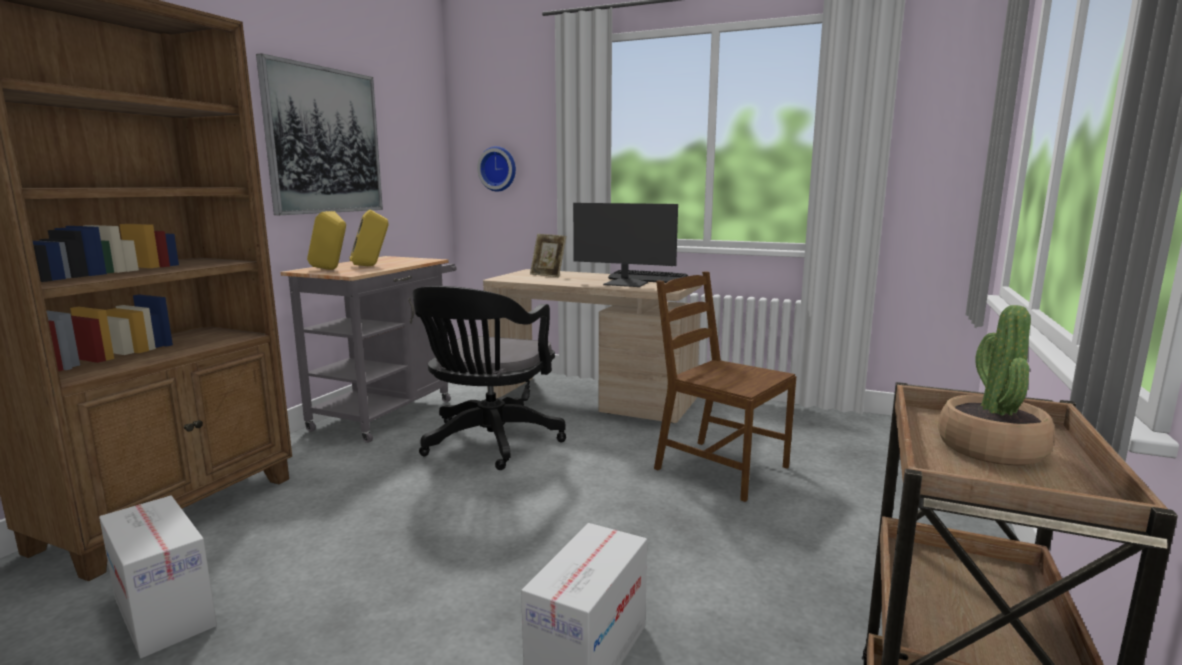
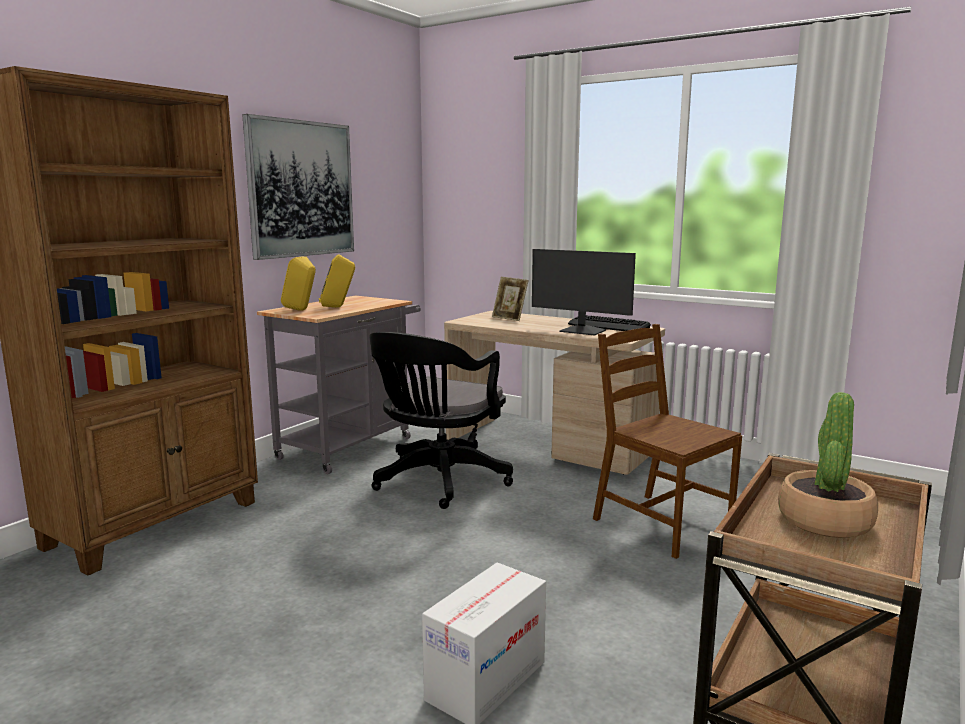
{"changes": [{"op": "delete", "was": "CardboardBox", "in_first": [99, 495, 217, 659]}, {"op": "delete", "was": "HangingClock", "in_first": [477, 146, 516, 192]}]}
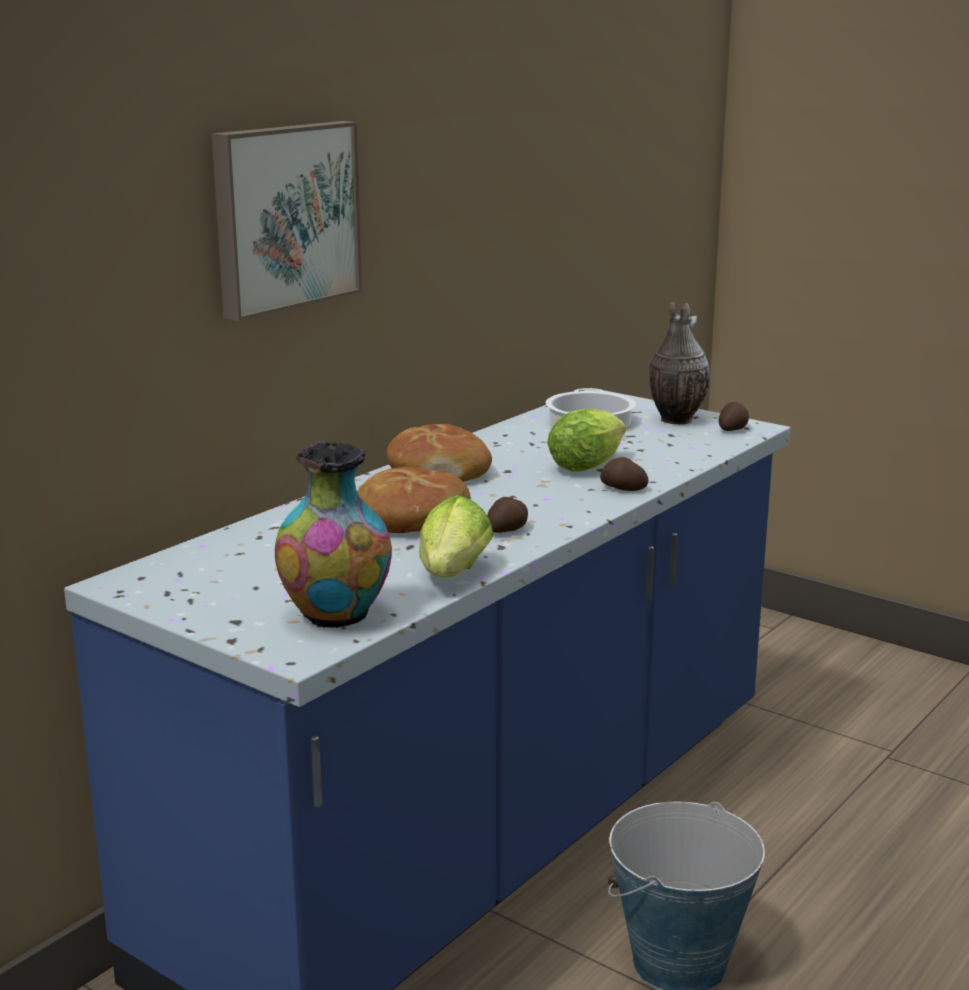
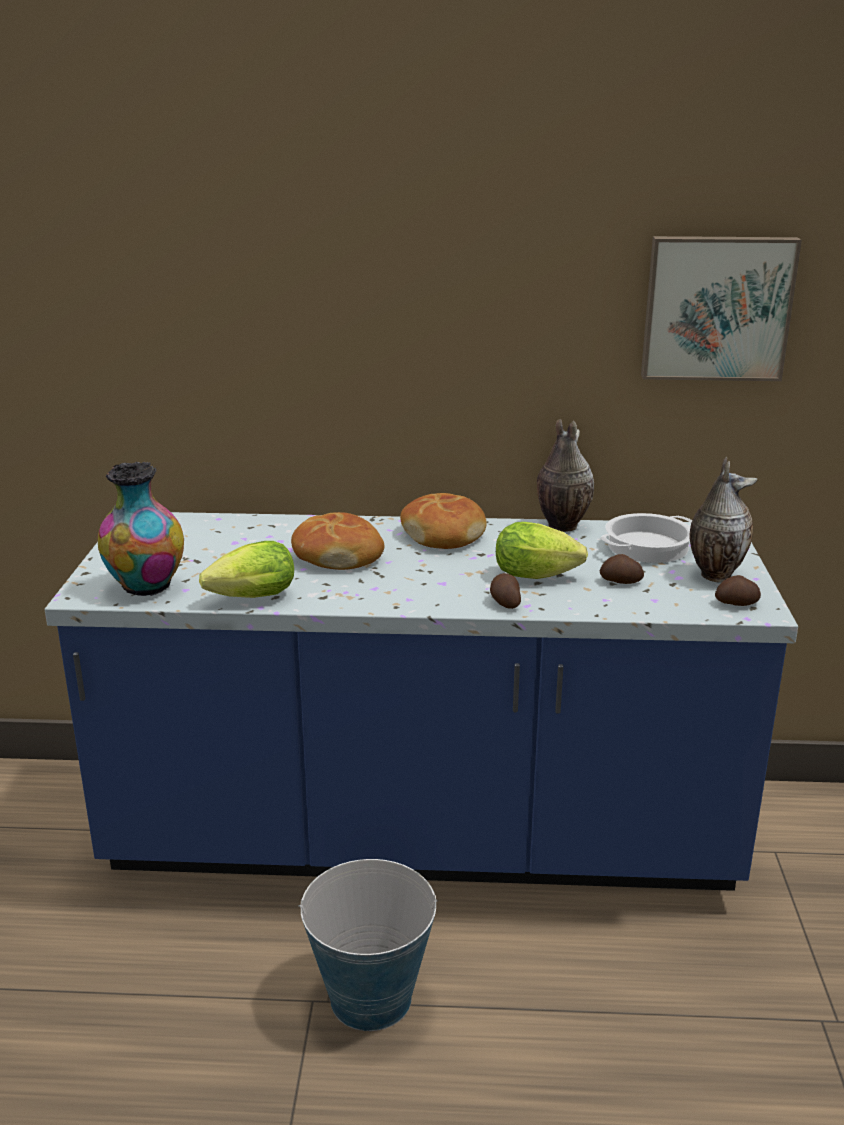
{"changes": [{"op": "insert", "now": "DecorativeVase", "in_second": [537, 419, 594, 532]}, {"op": "move", "was": "WallPicture", "in_first": [212, 121, 362, 321], "in_second": [641, 236, 802, 381]}, {"op": "move", "was": "WholePotato", "in_first": [487, 497, 528, 533], "in_second": [600, 554, 644, 584]}]}
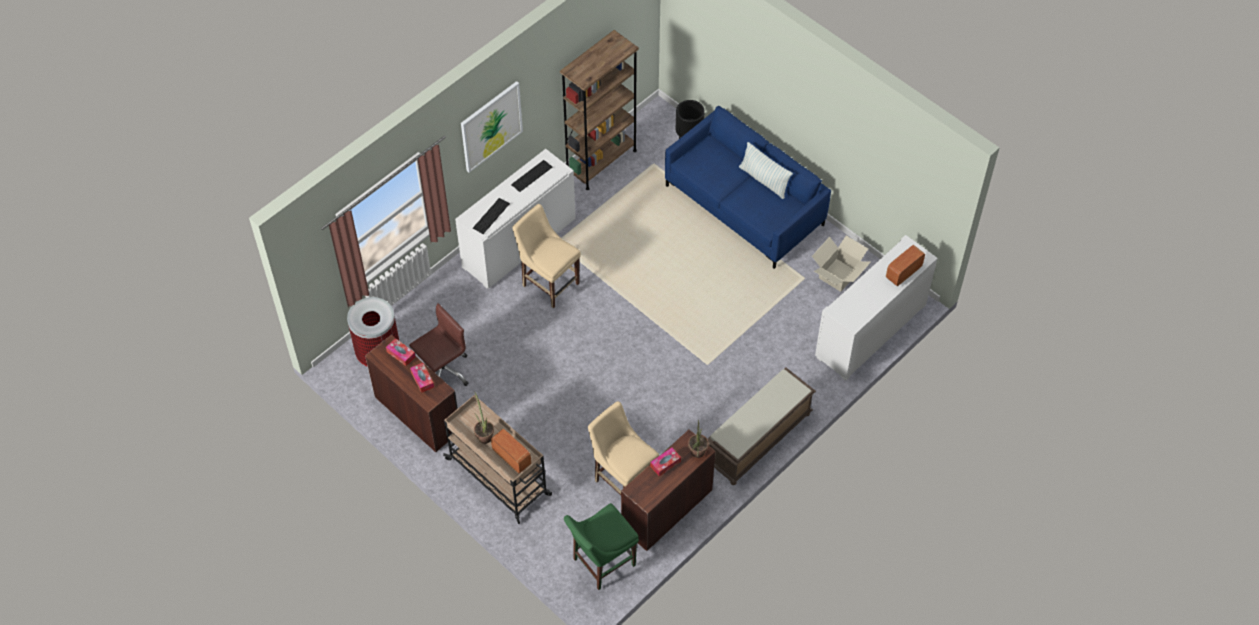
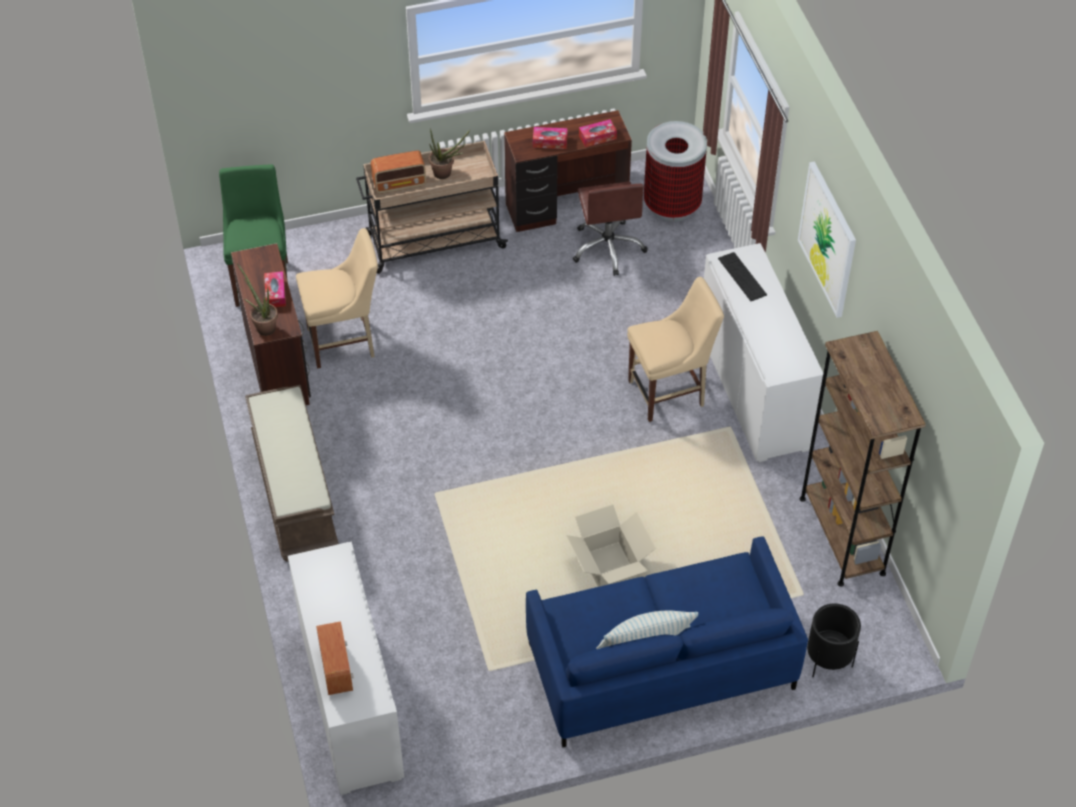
{"changes": [{"op": "delete", "was": "PcKeyboard", "in_first": [511, 160, 552, 192]}, {"op": "move", "was": "CardboardBox", "in_first": [812, 235, 871, 292], "in_second": [566, 504, 656, 587]}]}
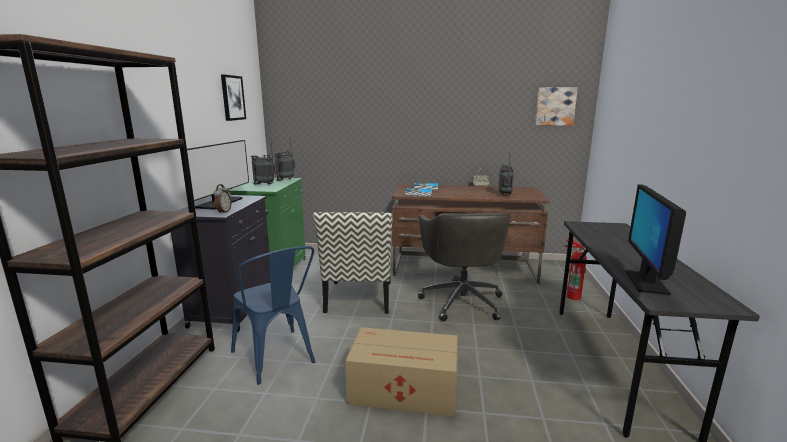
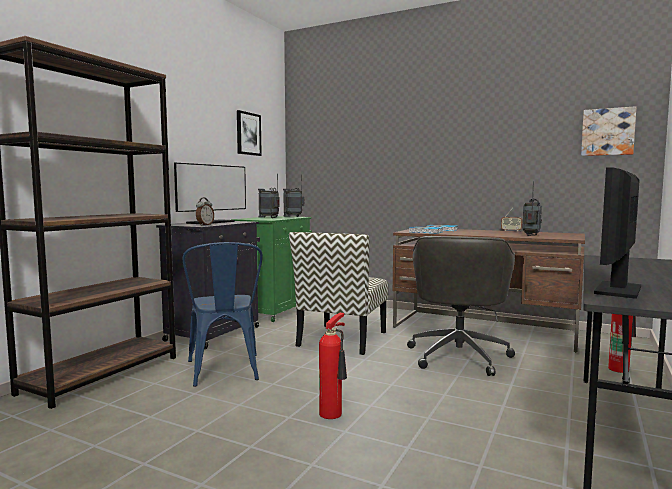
{"changes": [{"op": "replace", "was": "CardboardBox", "now": "FireExtinguisher", "in_first": [345, 327, 458, 417], "in_second": [319, 313, 347, 419]}]}
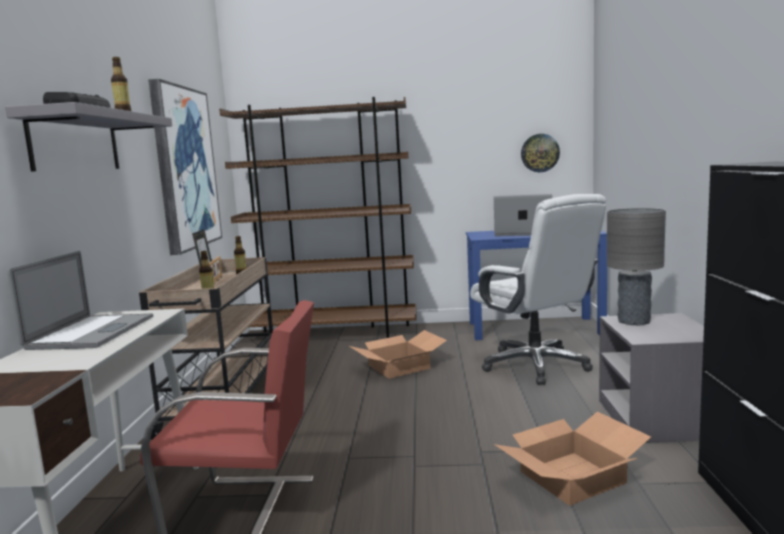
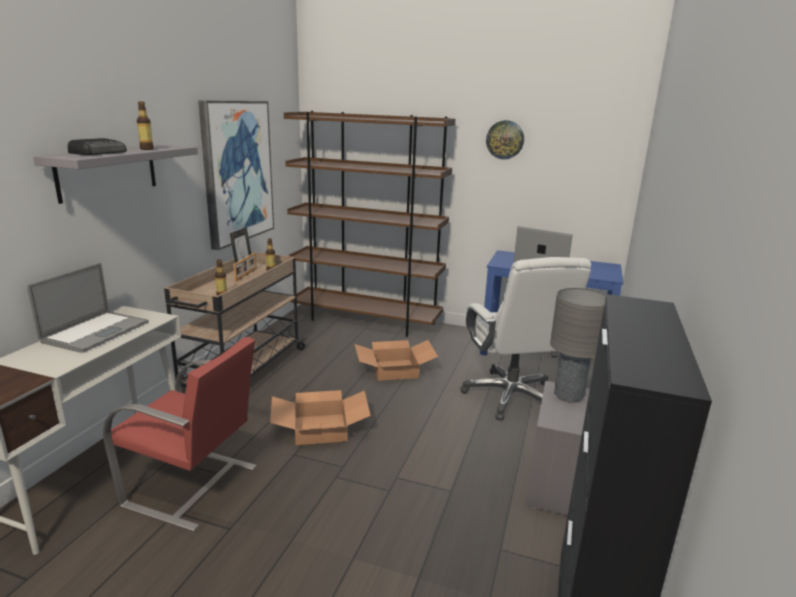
{"changes": [{"op": "move", "was": "CardboardBox", "in_first": [494, 411, 651, 506], "in_second": [270, 390, 371, 445]}, {"op": "move", "was": "HangingClock", "in_first": [521, 134, 560, 172], "in_second": [486, 120, 524, 159]}]}
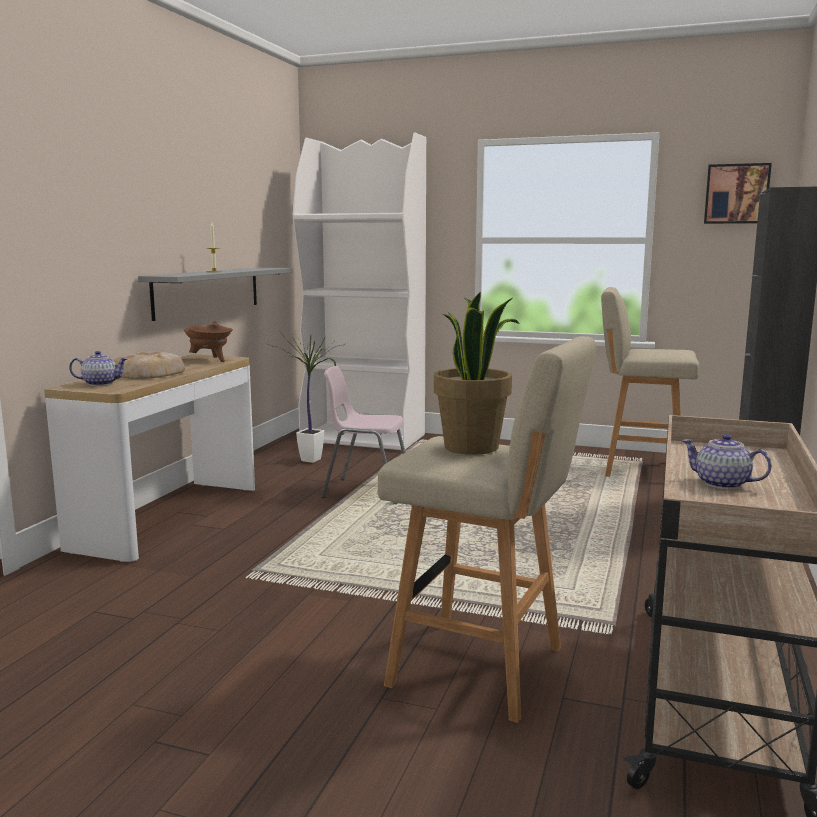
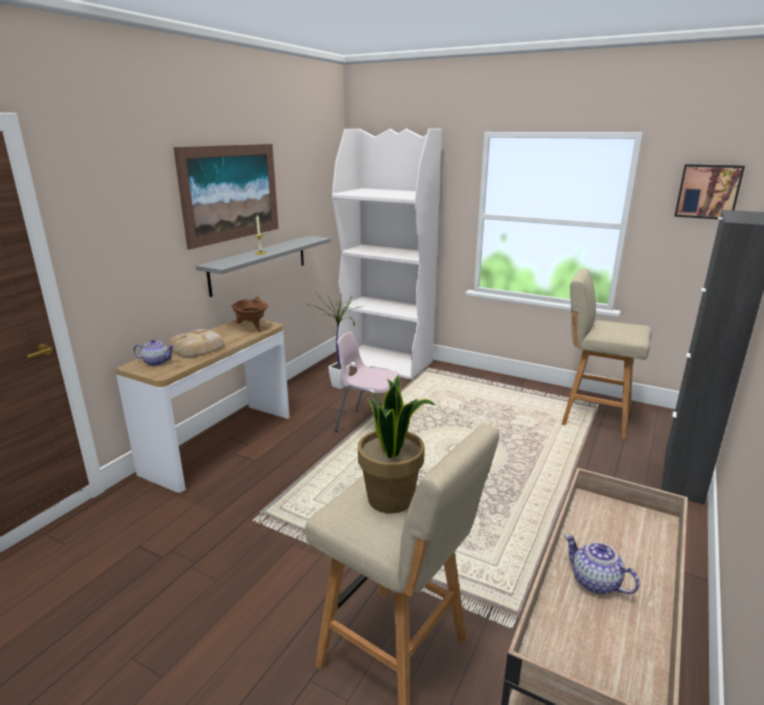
{"changes": [{"op": "insert", "now": "WallPicture", "in_second": [173, 144, 278, 250]}]}
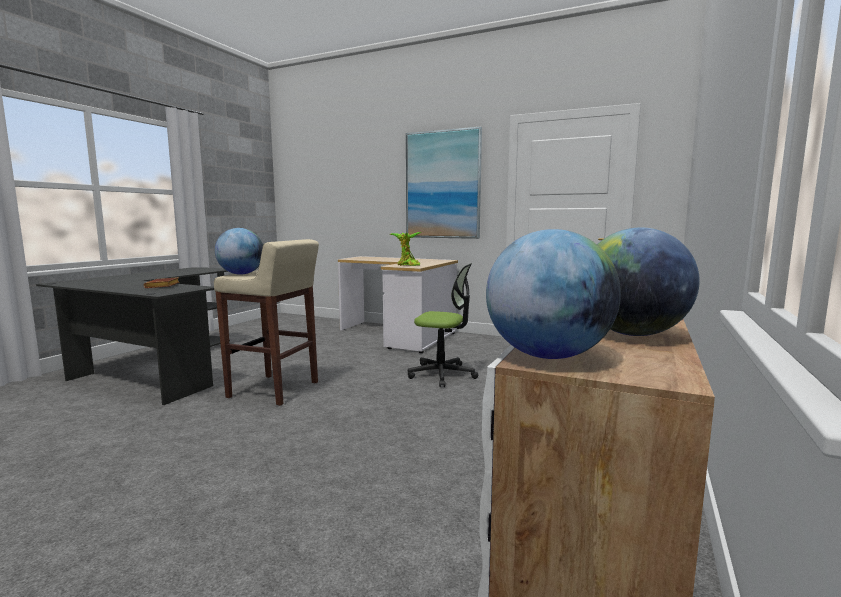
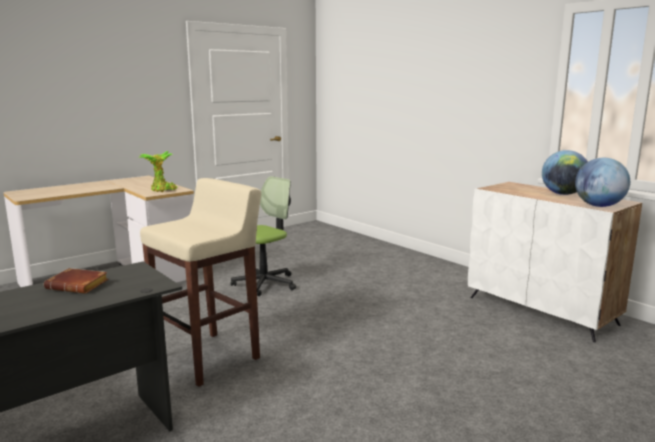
{"changes": [{"op": "delete", "was": "Globe", "in_first": [215, 228, 263, 275]}, {"op": "delete", "was": "WallPicture", "in_first": [406, 127, 482, 239]}]}
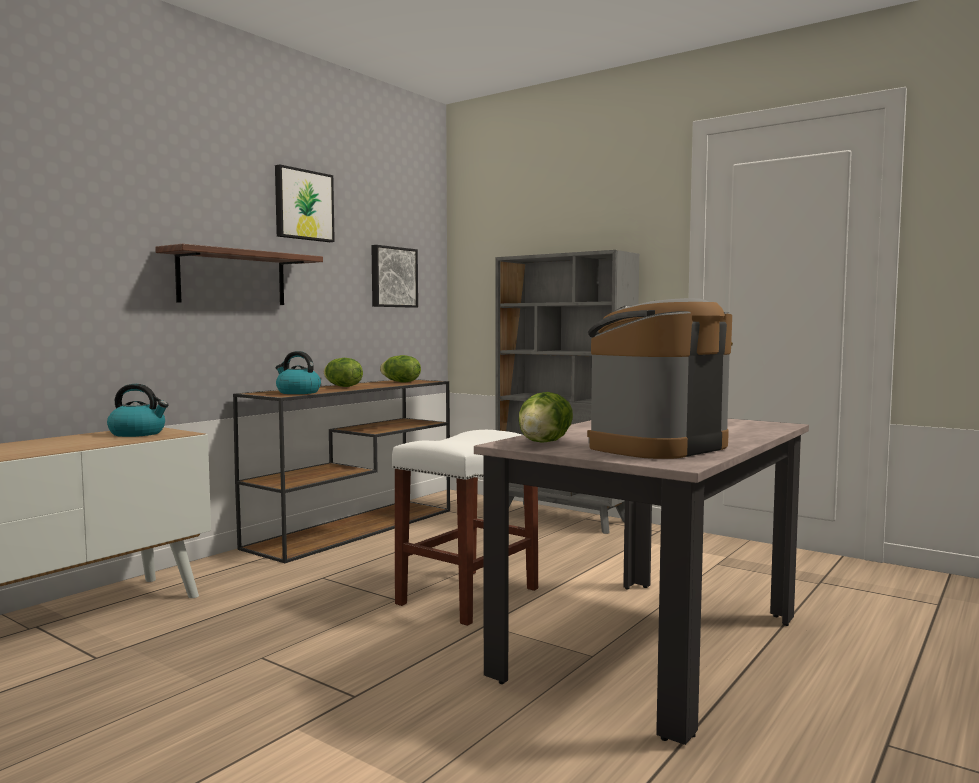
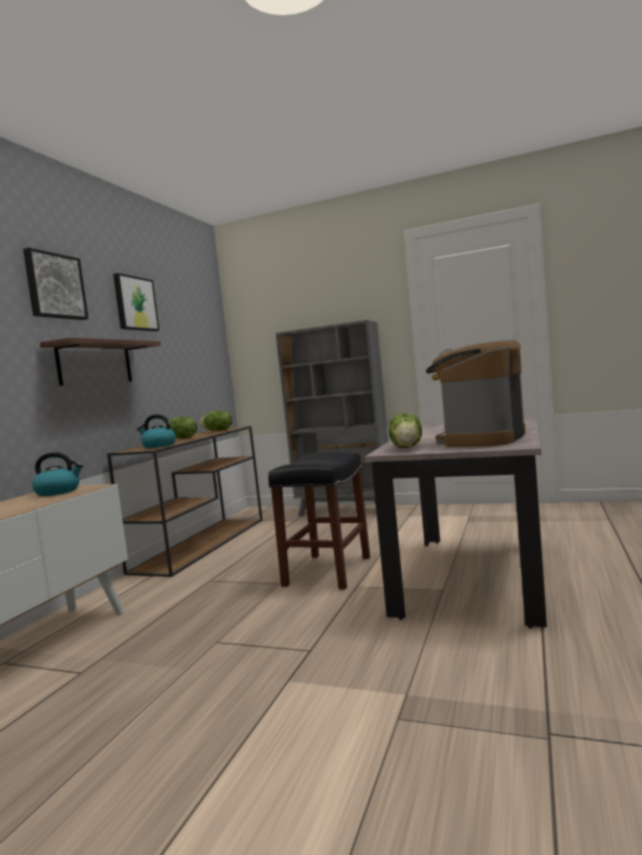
{"changes": [{"op": "move", "was": "WallPicture", "in_first": [371, 245, 418, 308], "in_second": [23, 248, 88, 320]}, {"op": "recolor", "was": "WhitishStool", "now": "BlackColouredStool", "in_first": [392, 430, 538, 626], "in_second": [268, 451, 370, 590]}]}
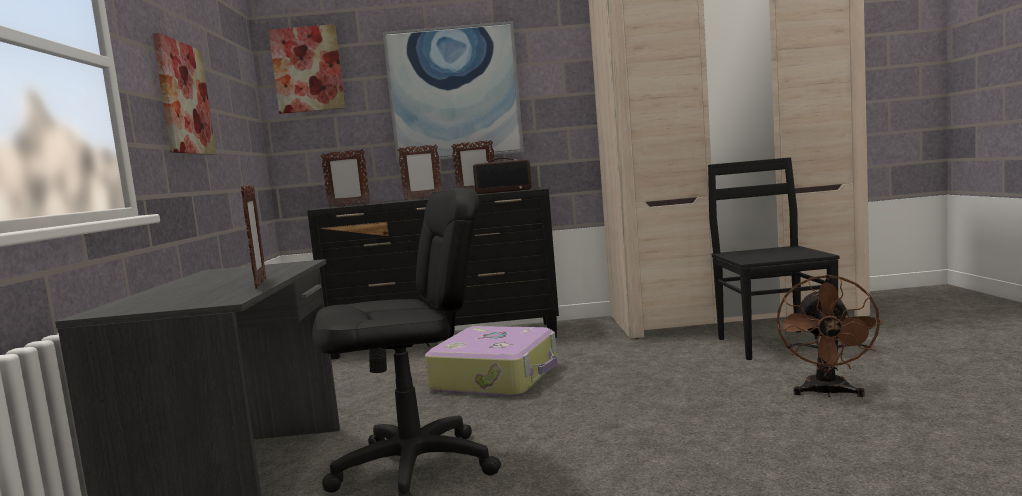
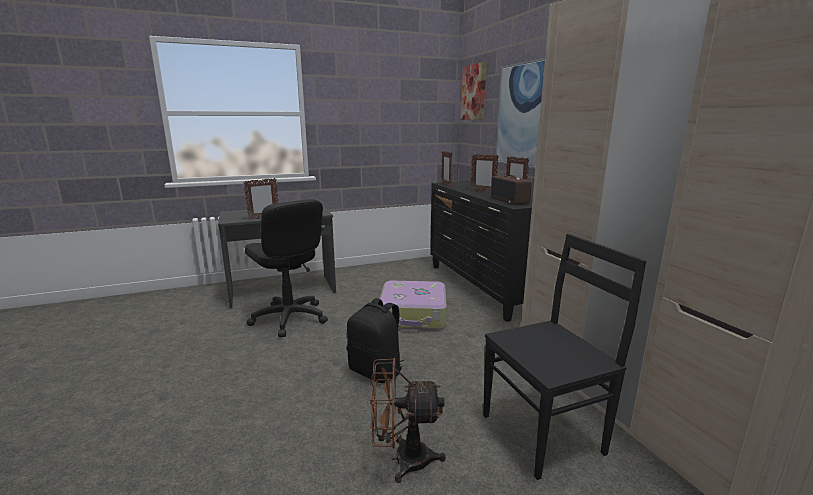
{"changes": [{"op": "delete", "was": "WallPicture", "in_first": [152, 33, 216, 155]}, {"op": "insert", "now": "BlackColouredKnapsack", "in_second": [347, 298, 404, 383]}]}
